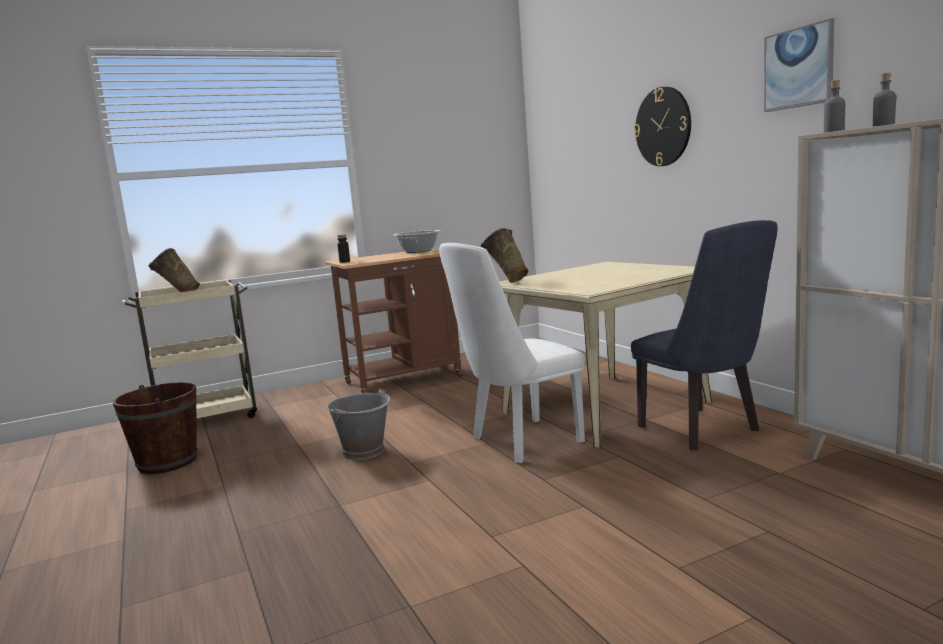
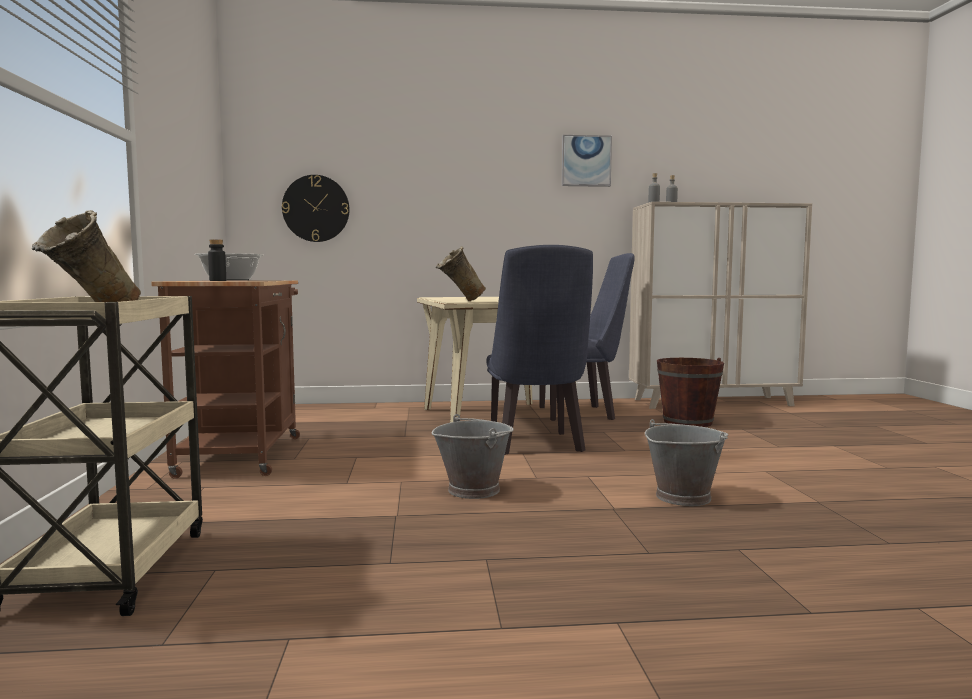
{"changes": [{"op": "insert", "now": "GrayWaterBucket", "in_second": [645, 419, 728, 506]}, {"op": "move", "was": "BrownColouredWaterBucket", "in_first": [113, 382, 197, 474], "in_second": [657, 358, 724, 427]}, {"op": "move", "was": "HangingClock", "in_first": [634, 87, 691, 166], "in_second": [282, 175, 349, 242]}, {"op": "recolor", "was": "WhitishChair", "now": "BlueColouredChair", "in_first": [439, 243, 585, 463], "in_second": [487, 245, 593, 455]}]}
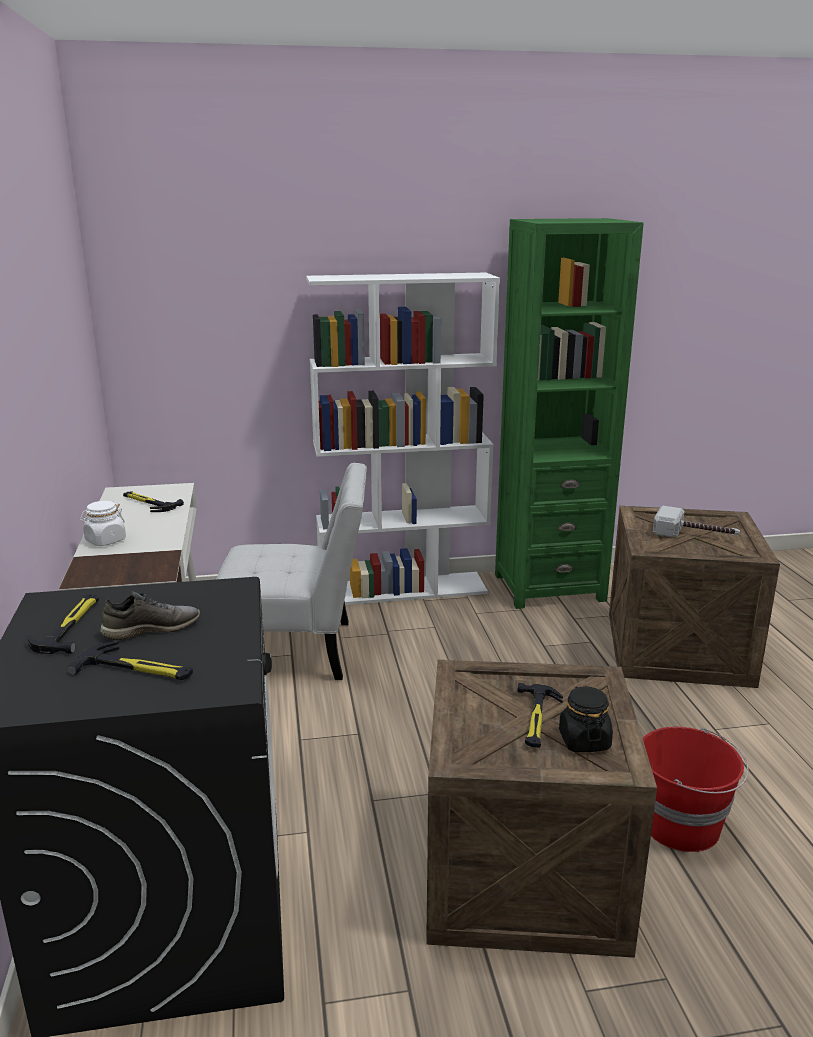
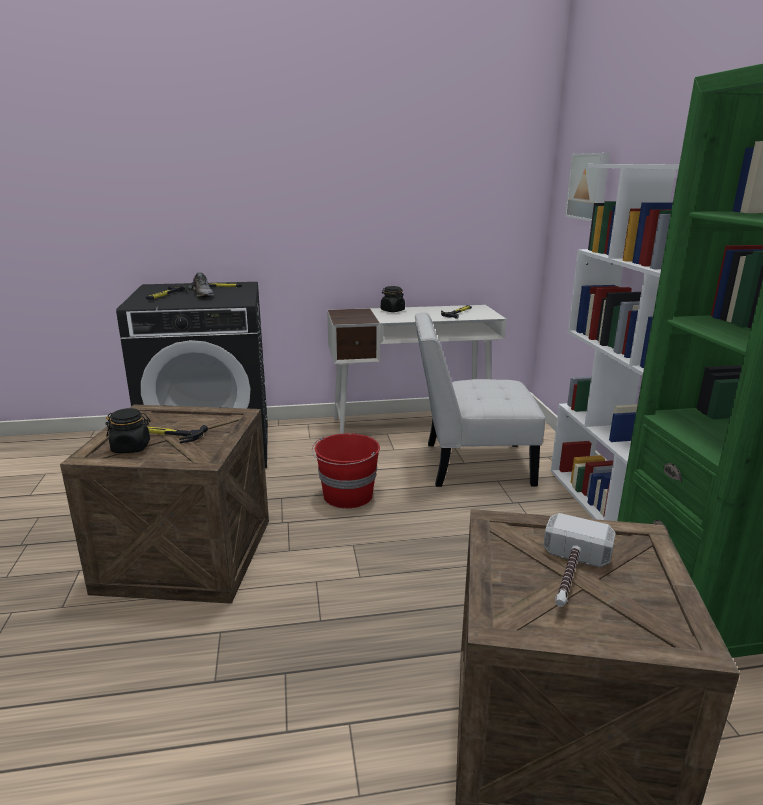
{"changes": [{"op": "insert", "now": "WallPicture", "in_second": [565, 153, 610, 222]}, {"op": "move", "was": "RedColouredWaterBucket", "in_first": [643, 727, 749, 852], "in_second": [312, 433, 380, 508]}, {"op": "recolor", "was": "WhitishStorageJar", "now": "BlackColouredStorageJar", "in_first": [80, 501, 126, 546], "in_second": [381, 286, 405, 312]}, {"op": "rotate", "was": "WhitishChair", "in_first": [216, 463, 367, 680], "in_second": [415, 312, 545, 487], "clockwise": 90}]}
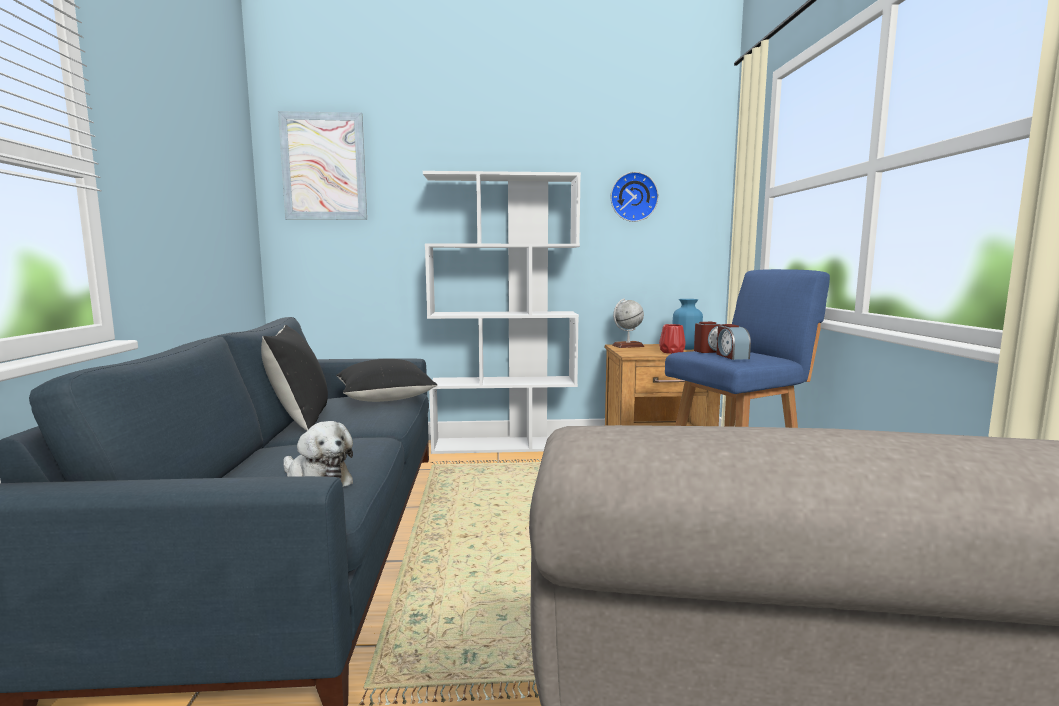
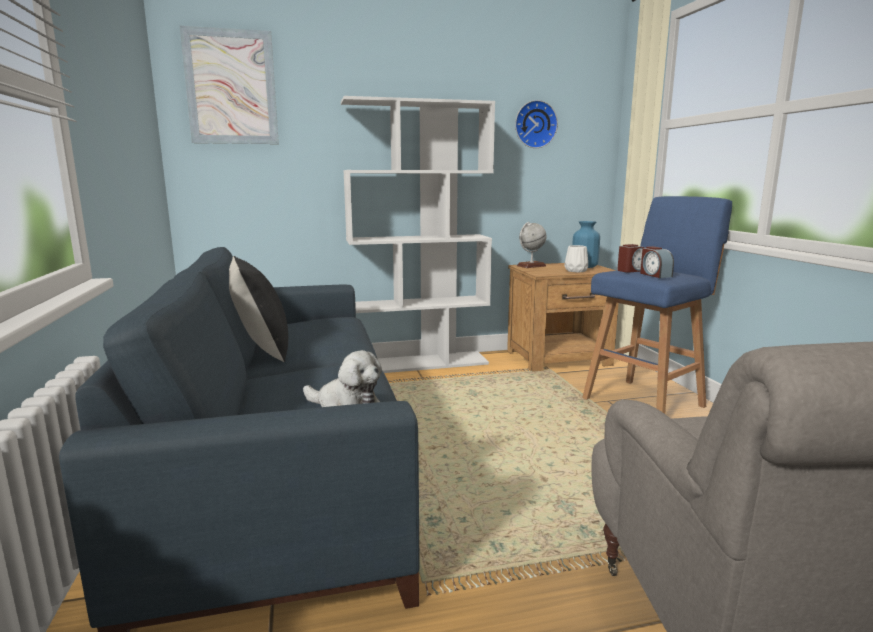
{"changes": [{"op": "delete", "was": "BlackColouredThrowPillow", "in_first": [336, 359, 437, 402]}, {"op": "recolor", "was": "RedColouredDecorativeVase", "now": "WhitishDecorativeVase", "in_first": [659, 324, 686, 354], "in_second": [564, 245, 588, 273]}]}
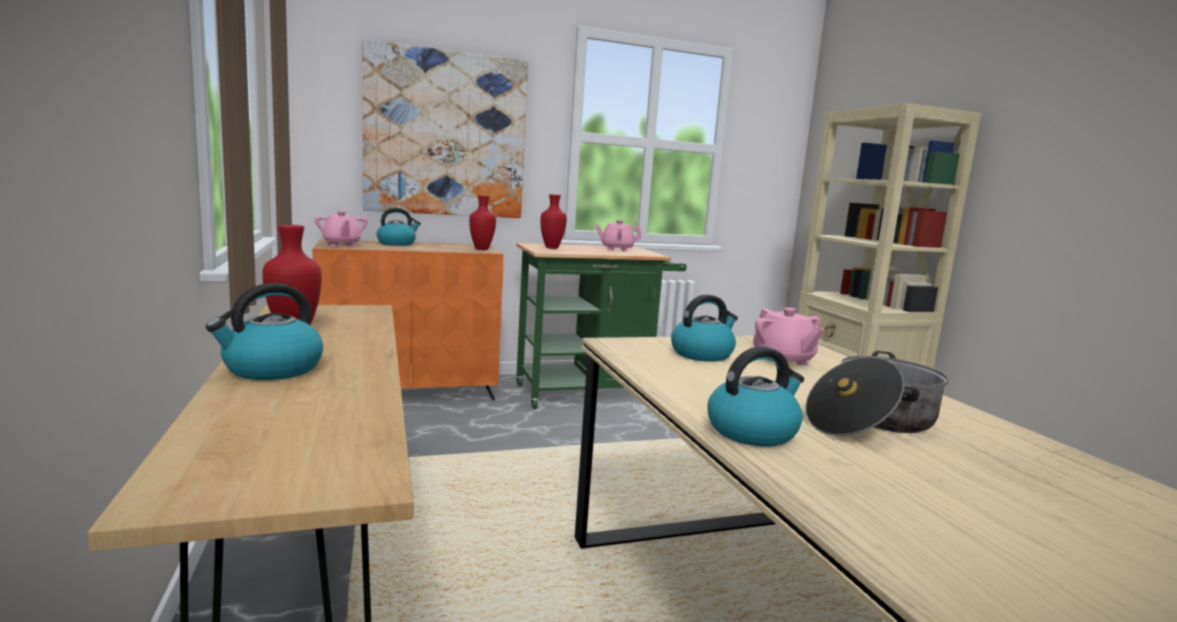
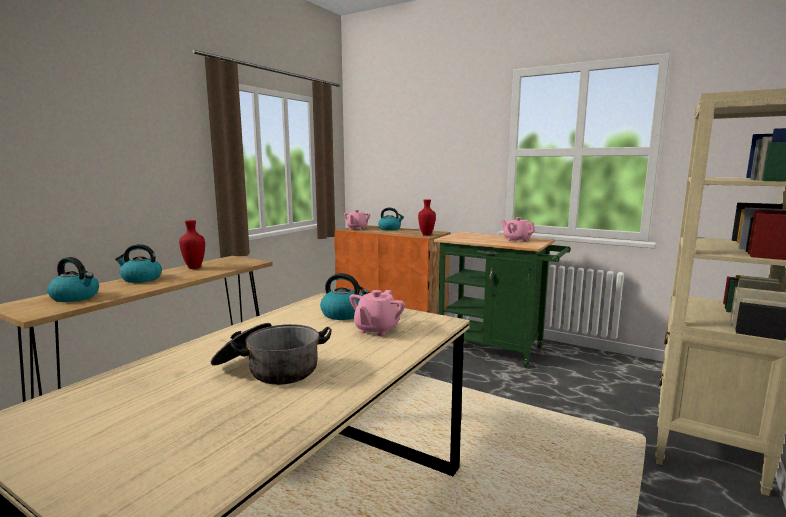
{"changes": [{"op": "delete", "was": "WallPicture", "in_first": [362, 40, 528, 218]}, {"op": "delete", "was": "RedColouredDecorativeVase", "in_first": [540, 194, 567, 249]}, {"op": "move", "was": "TeaKettle", "in_first": [707, 347, 804, 447], "in_second": [47, 257, 99, 302]}]}
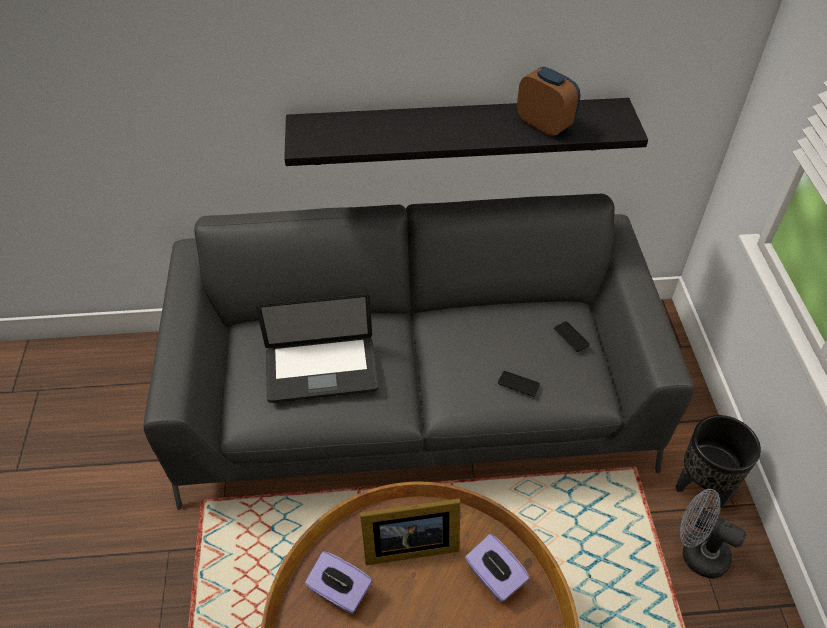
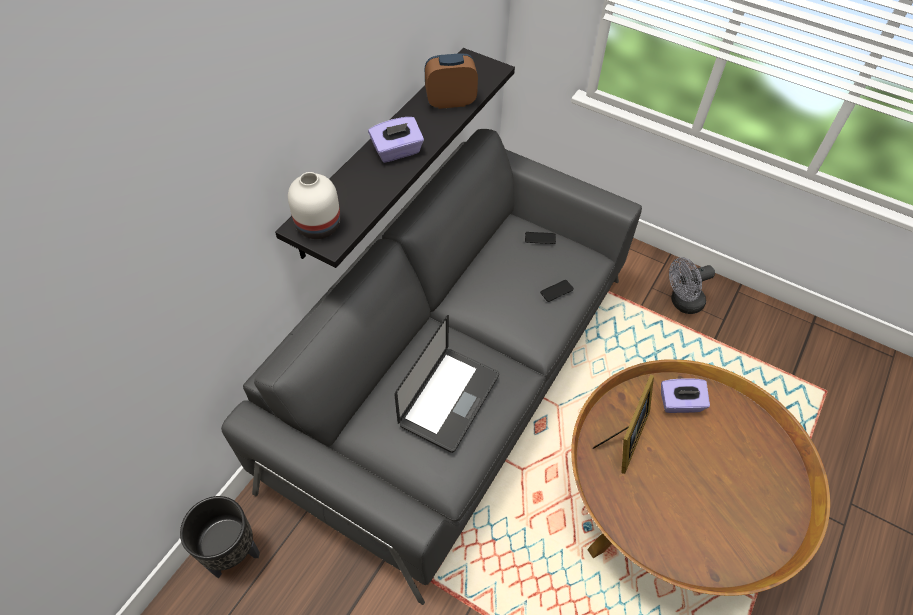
{"changes": [{"op": "insert", "now": "WhitishDecorativeVase", "in_second": [288, 172, 341, 239]}, {"op": "move", "was": "PurpleTissueHolder", "in_first": [305, 551, 372, 614], "in_second": [368, 117, 424, 163]}, {"op": "move", "was": "BlackColouredPlantPot", "in_first": [676, 415, 761, 509], "in_second": [180, 496, 260, 578]}]}
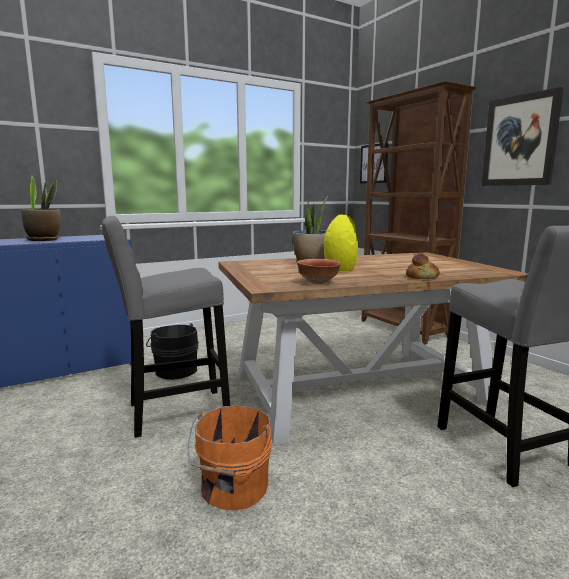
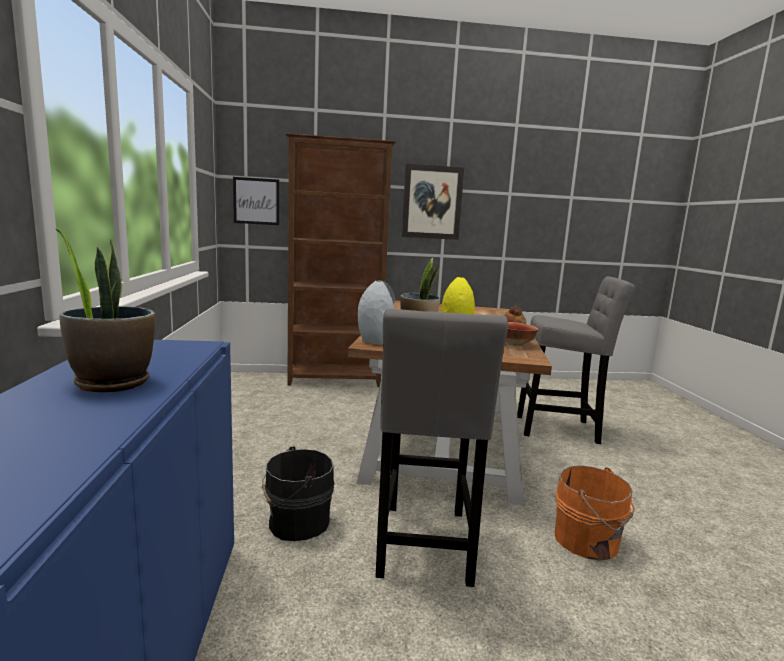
{"changes": [{"op": "insert", "now": "GrayDecorativeVase", "in_second": [358, 281, 395, 344]}]}
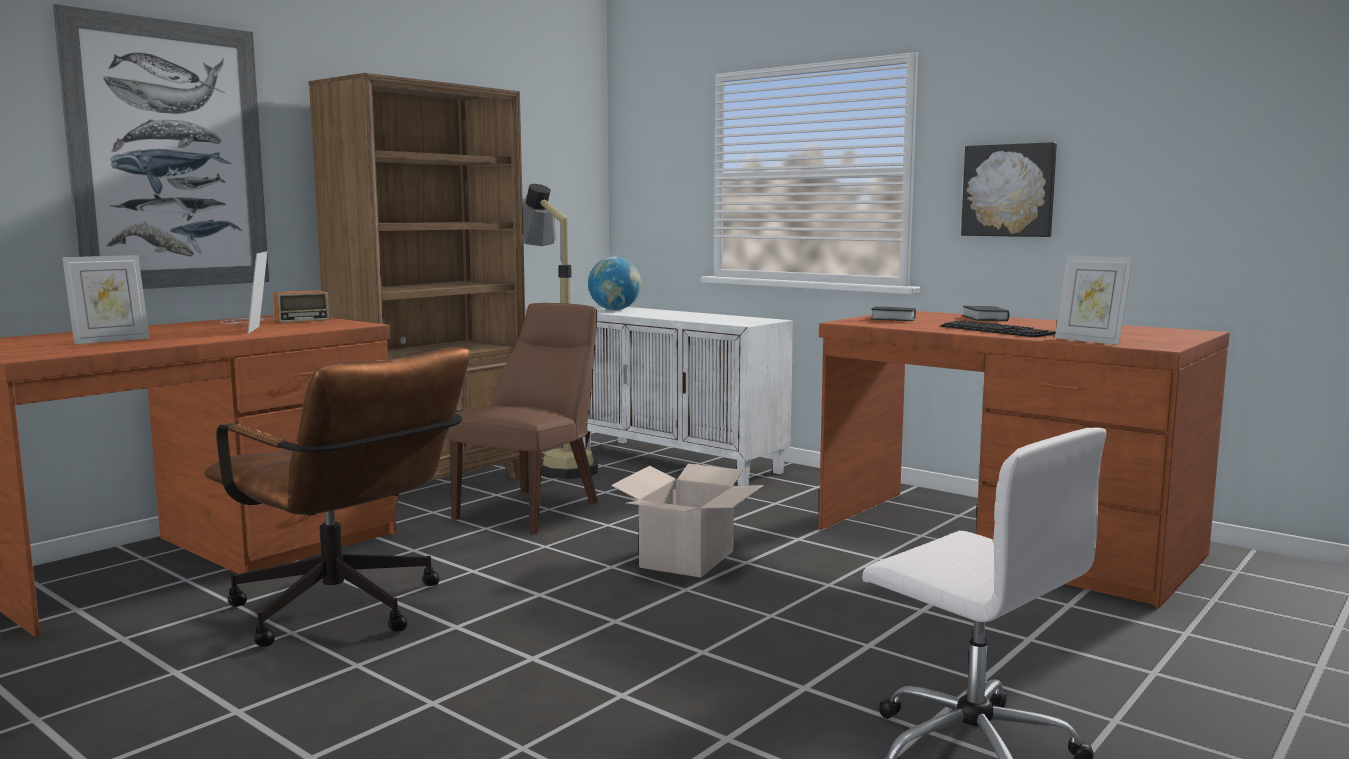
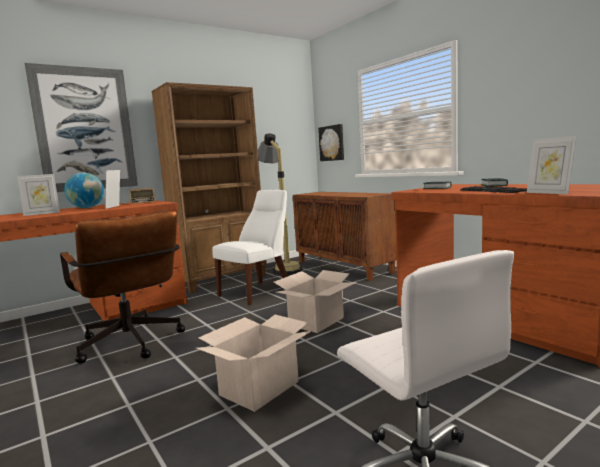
{"changes": [{"op": "insert", "now": "CardboardBox", "in_second": [196, 315, 313, 412]}, {"op": "move", "was": "Globe", "in_first": [588, 257, 641, 310], "in_second": [64, 172, 104, 208]}, {"op": "move", "was": "WallPicture", "in_first": [961, 142, 1057, 237], "in_second": [318, 124, 344, 161]}, {"op": "recolor", "was": "BrownColouredChair", "now": "WhitishChair", "in_first": [447, 303, 598, 534], "in_second": [212, 190, 287, 305]}, {"op": "recolor", "was": "WhitishCabinet", "now": "BrownColouredCabinet", "in_first": [583, 307, 793, 486], "in_second": [293, 192, 396, 281]}]}
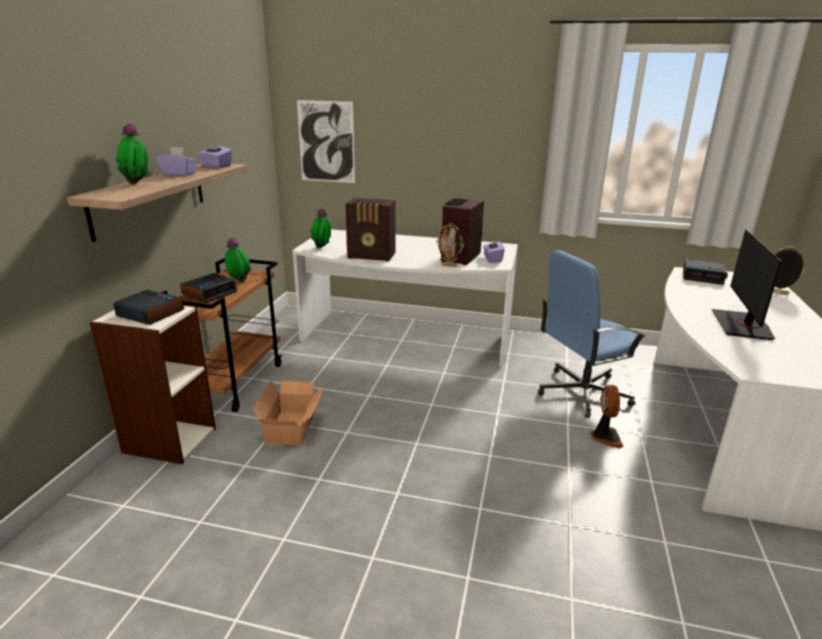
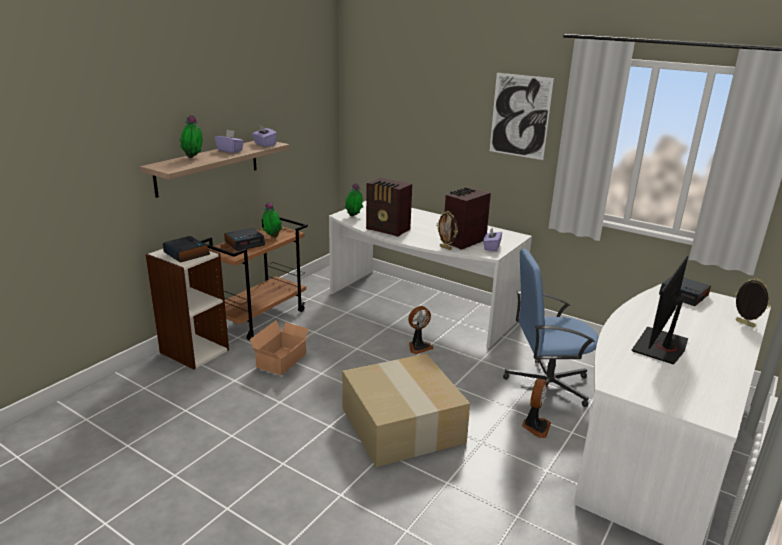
{"changes": [{"op": "insert", "now": "CardboardBox", "in_second": [342, 354, 470, 467]}, {"op": "insert", "now": "CoolingFan", "in_second": [408, 306, 434, 354]}, {"op": "move", "was": "WallPicture", "in_first": [297, 100, 355, 183], "in_second": [490, 73, 554, 160]}]}
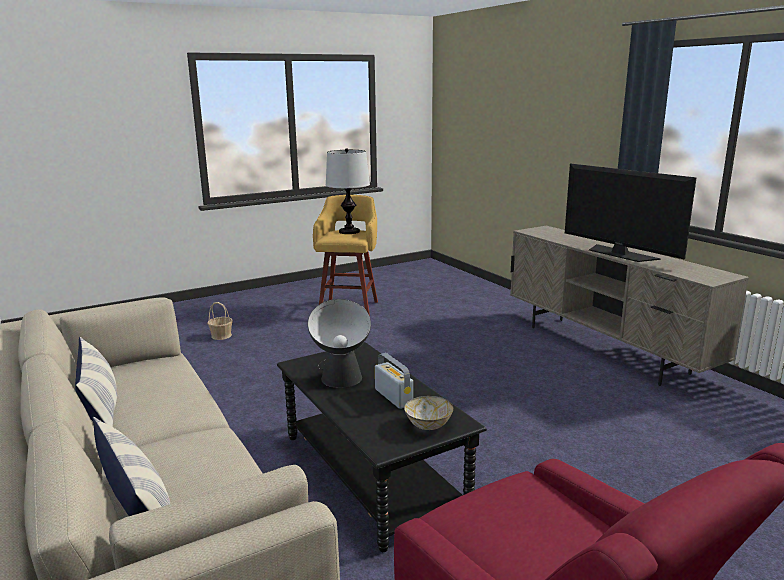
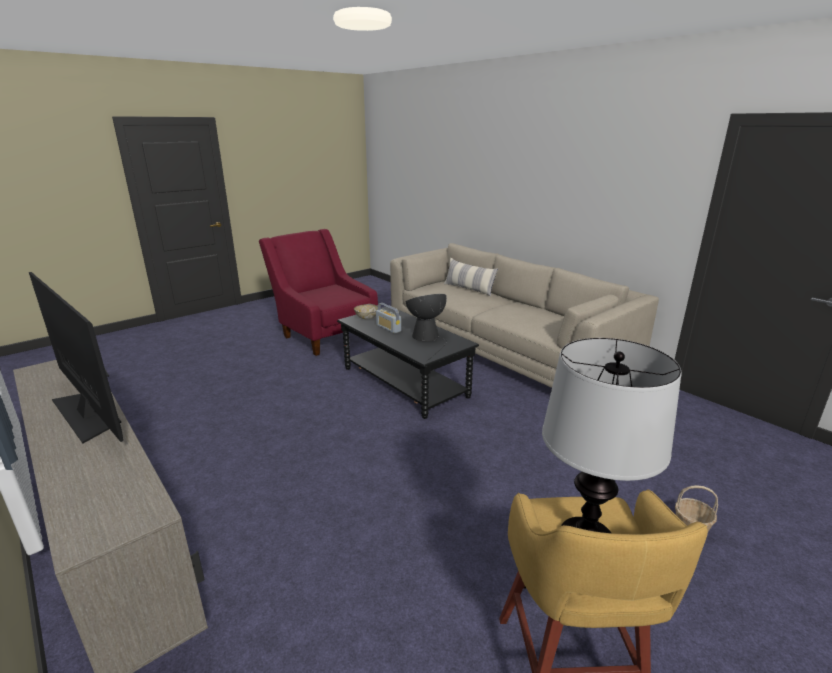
{"changes": [{"op": "delete", "was": "ThrowPillow", "in_first": [75, 337, 117, 427]}]}
